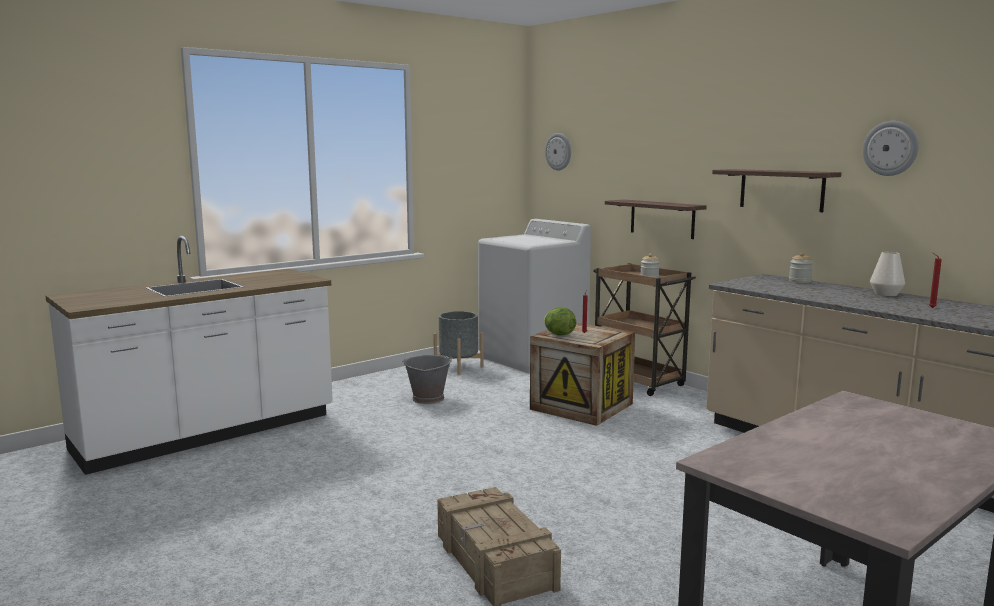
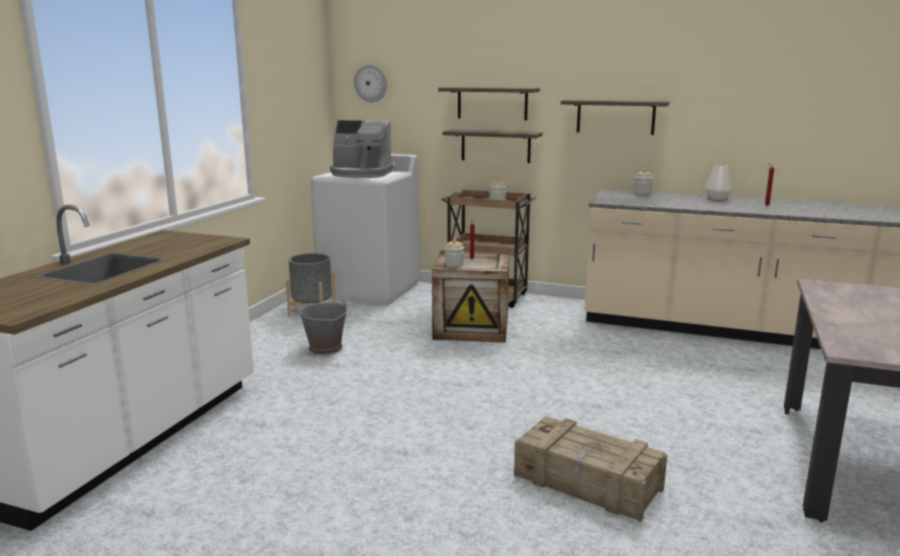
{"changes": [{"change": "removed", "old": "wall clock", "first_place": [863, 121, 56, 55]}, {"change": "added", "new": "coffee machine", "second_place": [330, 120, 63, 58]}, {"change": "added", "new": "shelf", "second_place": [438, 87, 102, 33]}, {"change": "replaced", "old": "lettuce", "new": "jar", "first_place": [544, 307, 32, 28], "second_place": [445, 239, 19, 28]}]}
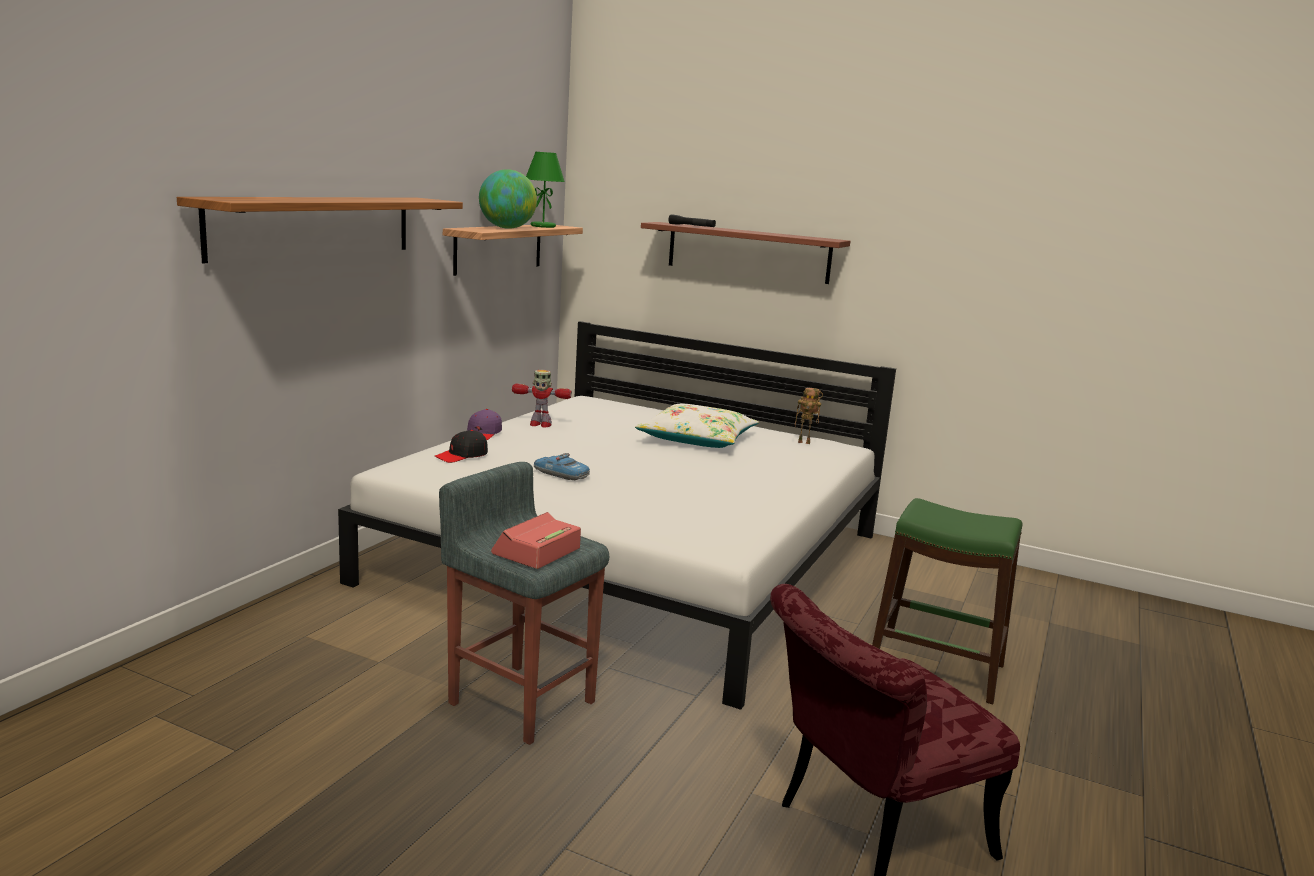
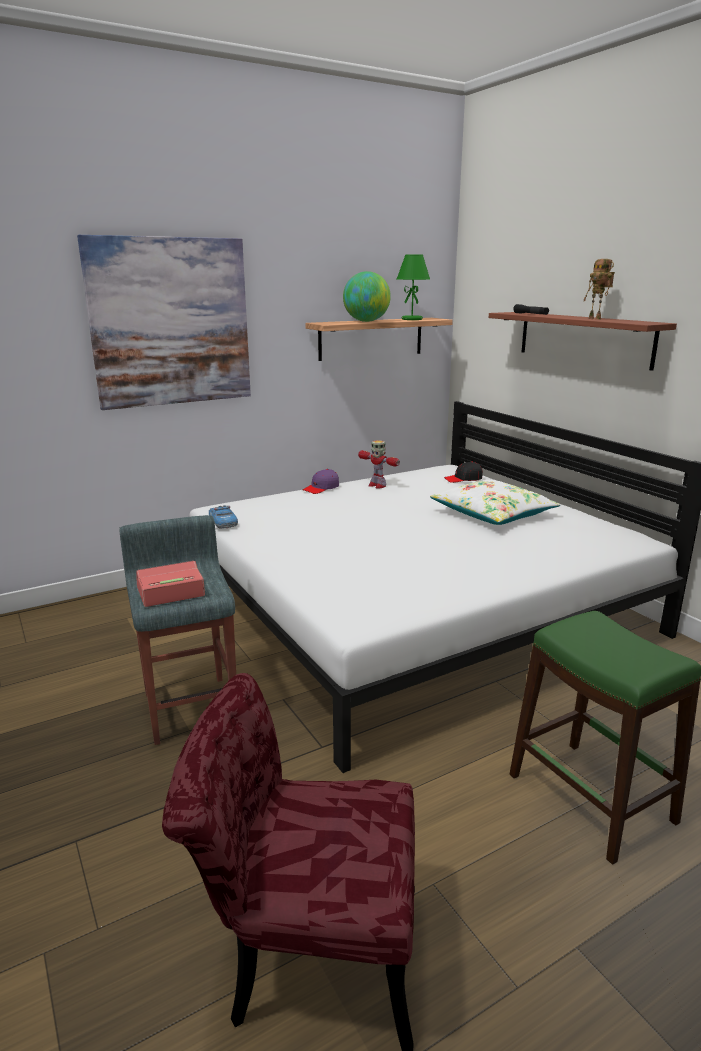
{"changes": [{"change": "moved", "old": "cap/black", "first_place": [435, 430, 53, 33], "second_place": [444, 462, 39, 21]}, {"change": "moved", "old": "toy car", "first_place": [534, 453, 56, 27], "second_place": [209, 505, 29, 24]}, {"change": "moved", "old": "toy robot", "first_place": [795, 388, 28, 56], "second_place": [584, 259, 31, 61]}, {"change": "replaced", "old": "shelf", "new": "picture", "first_place": [177, 197, 286, 66], "second_place": [77, 235, 174, 175]}]}
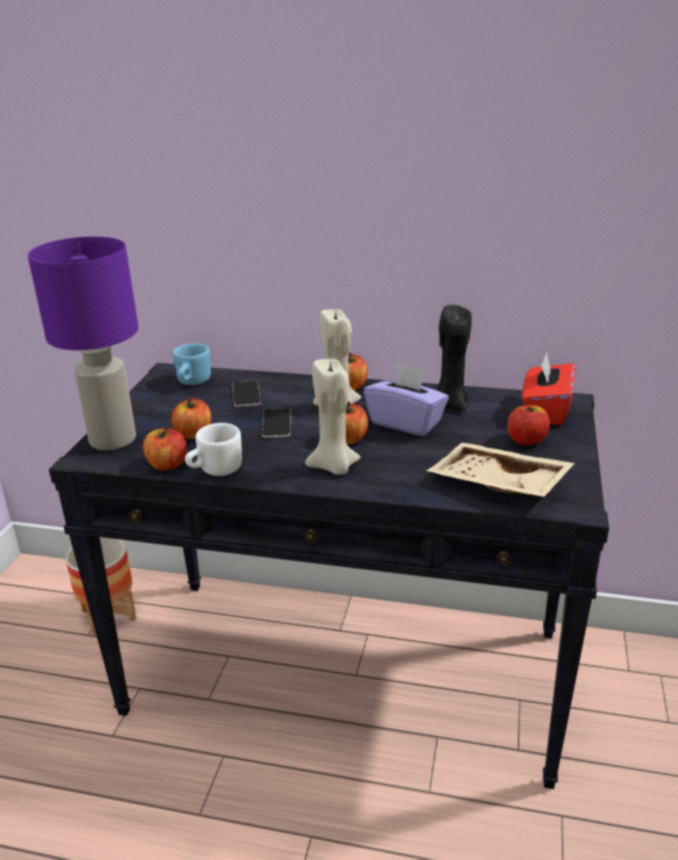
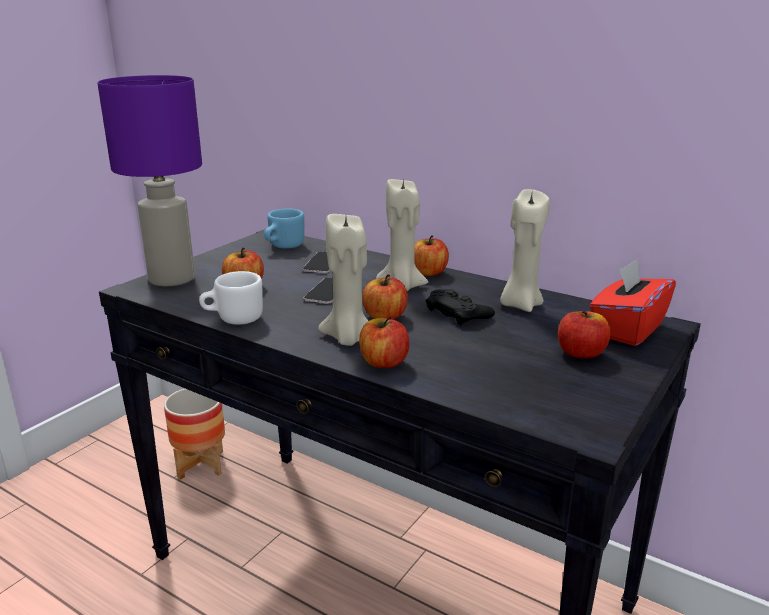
{"changes": [{"change": "removed", "old": "tray/beige", "first_place": [427, 443, 148, 54]}, {"change": "moved", "old": "apple", "first_place": [143, 427, 44, 43], "second_place": [359, 316, 50, 52]}, {"change": "replaced", "old": "tissue box/purple", "new": "game controller/black", "first_place": [364, 364, 85, 72], "second_place": [426, 289, 69, 36]}, {"change": "recoloured", "old": "candle/black", "new": "candle/beige", "first_place": [437, 305, 35, 106], "second_place": [500, 189, 50, 123]}]}
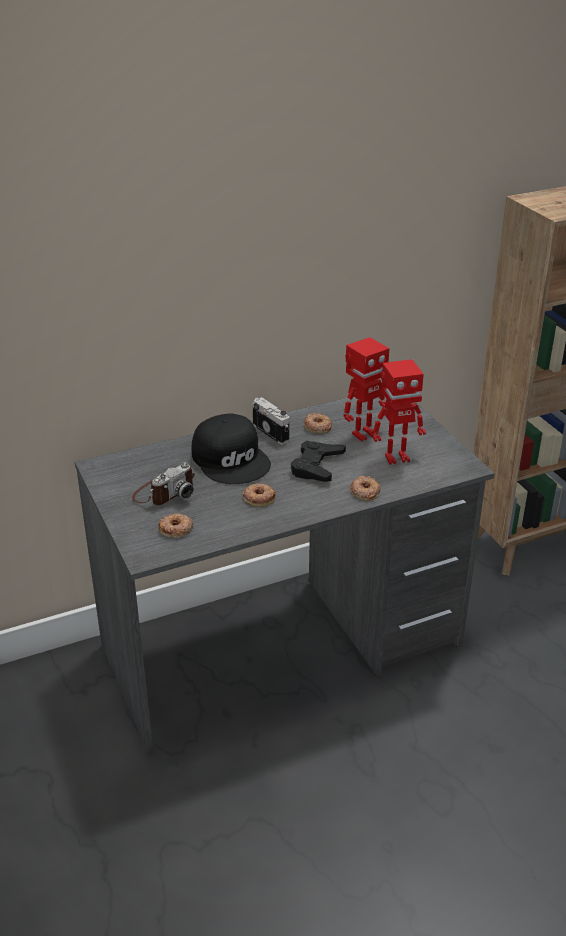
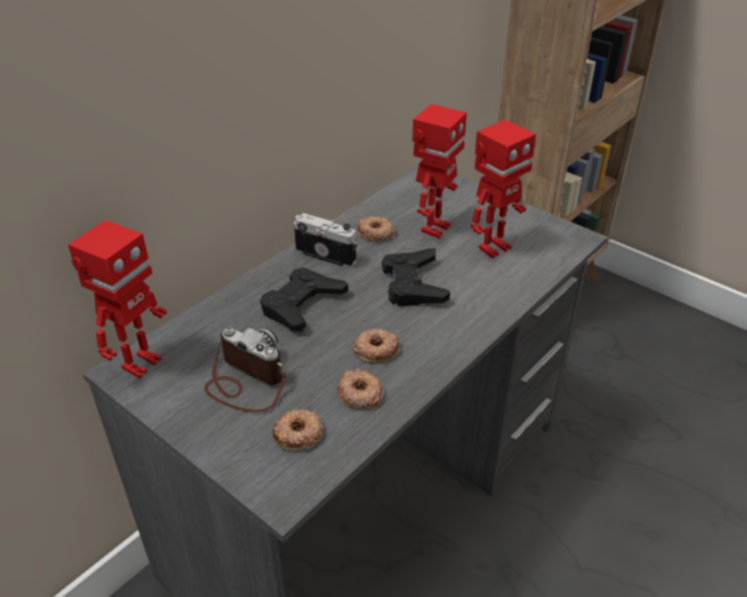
{"changes": [{"change": "added", "new": "toy robot", "second_place": [68, 220, 99, 159]}, {"change": "moved", "old": "donut", "first_place": [350, 476, 31, 25], "second_place": [337, 369, 46, 41]}, {"change": "replaced", "old": "cap/black", "new": "game controller/black", "first_place": [191, 413, 80, 71], "second_place": [260, 267, 88, 65]}, {"change": "turned", "old": "photo camera", "first_place": [132, 463, 63, 42], "second_place": [204, 327, 83, 85], "degrees": -75}]}
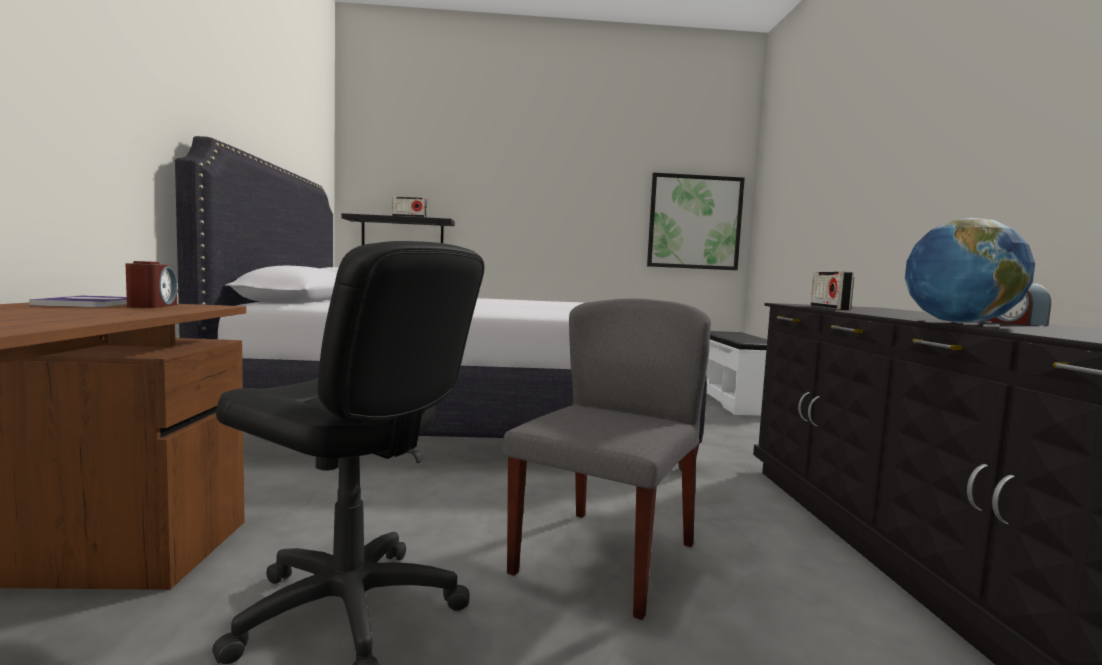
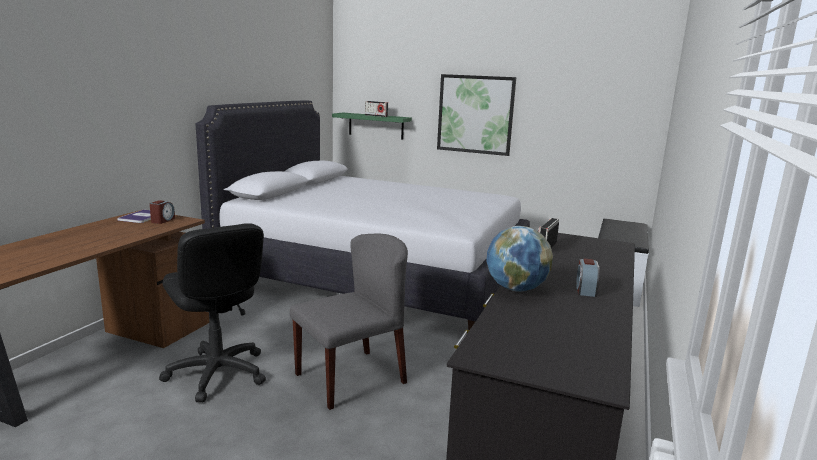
{"changes": [{"change": "moved", "old": "picture", "first_place": [647, 173, 98, 97], "second_place": [437, 74, 79, 82]}, {"change": "recoloured", "old": "shelf/black", "new": "shelf/green", "first_place": [342, 213, 113, 32], "second_place": [332, 113, 80, 26]}]}
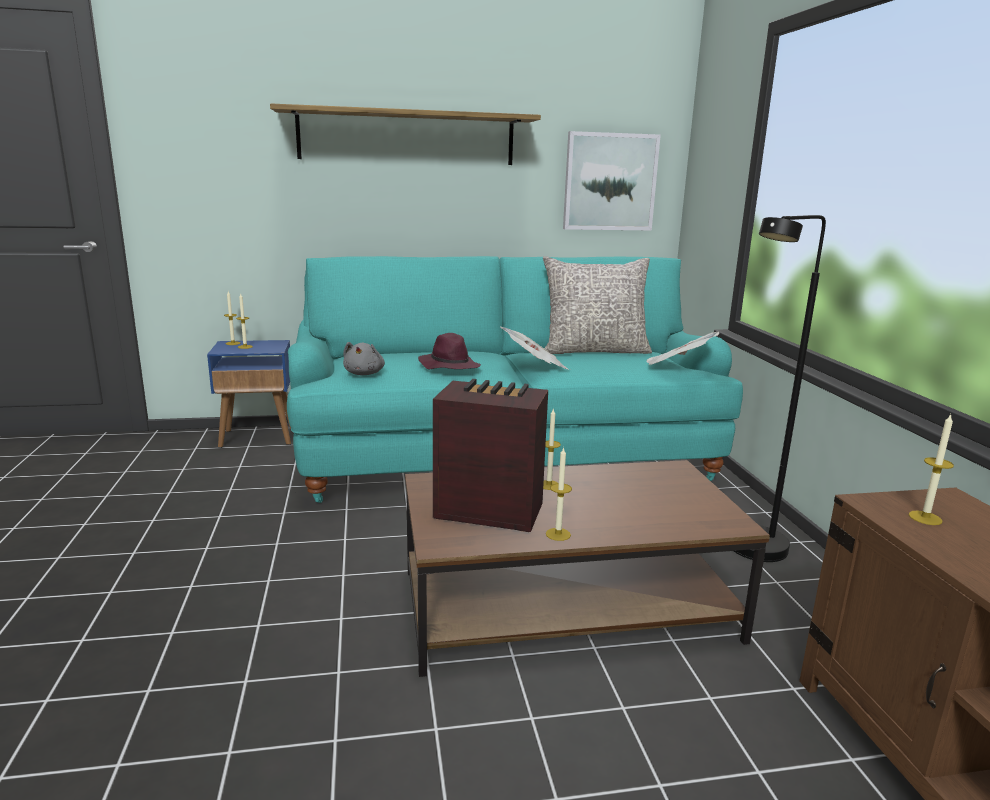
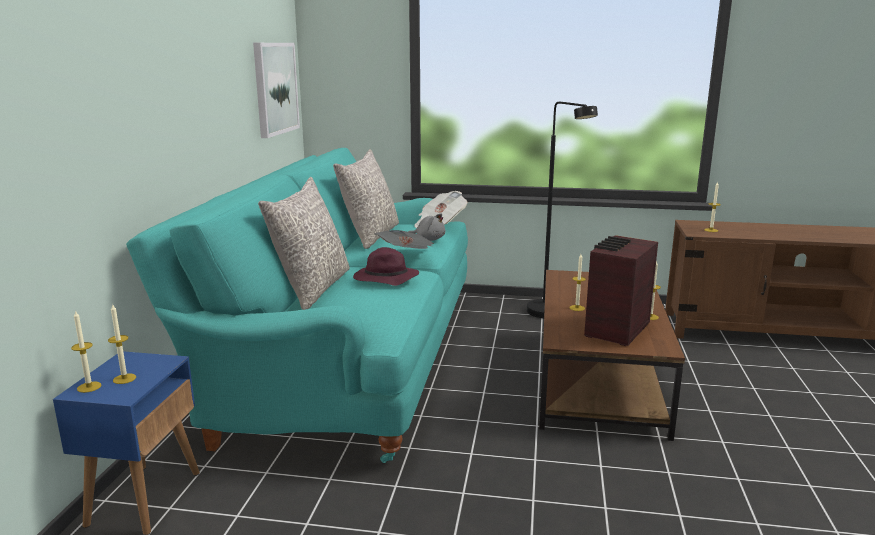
{"changes": [{"change": "removed", "old": "shelf", "first_place": [270, 103, 271, 62]}, {"change": "added", "new": "pillow/grey", "second_place": [258, 177, 92, 133]}, {"change": "moved", "old": "plush toy/grey", "first_place": [343, 342, 42, 33], "second_place": [408, 213, 37, 28]}]}
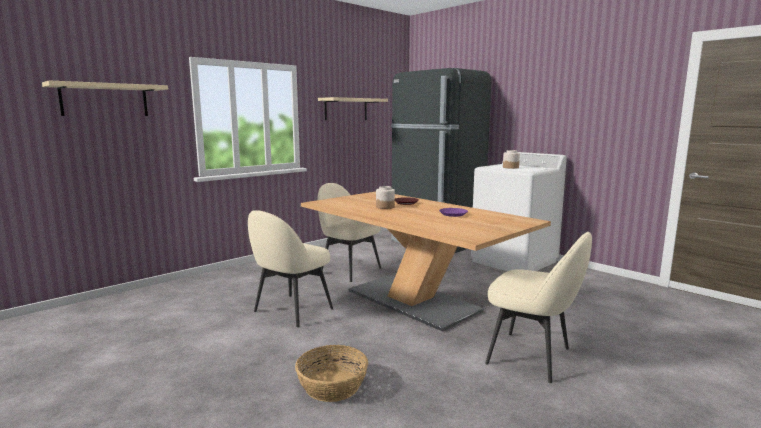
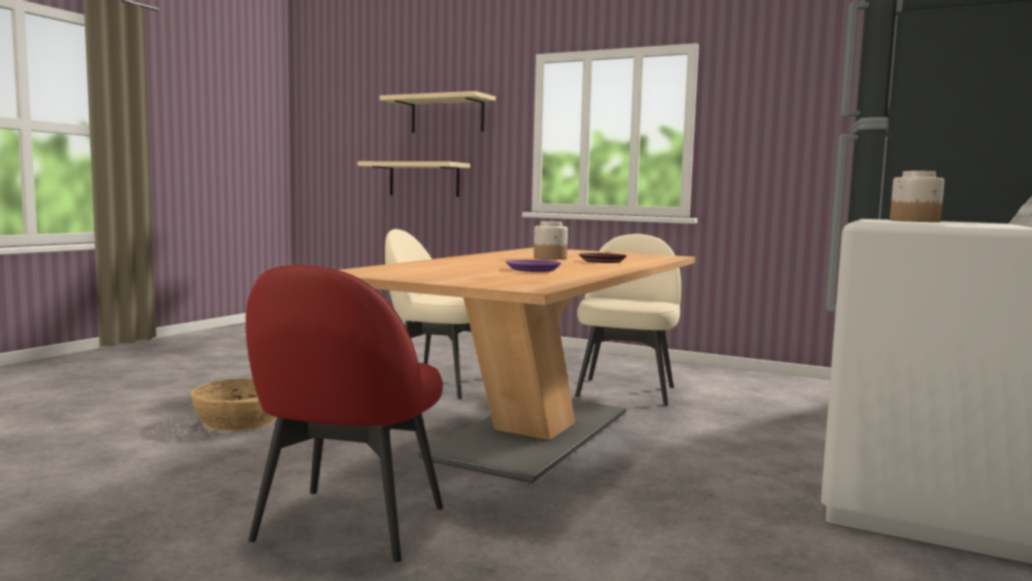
{"changes": [{"change": "moved", "old": "shelf/beige", "first_place": [318, 97, 70, 23], "second_place": [358, 161, 112, 36]}, {"change": "recoloured", "old": "chair/beige", "new": "chair/red", "first_place": [485, 232, 107, 151], "second_place": [246, 265, 197, 297]}]}
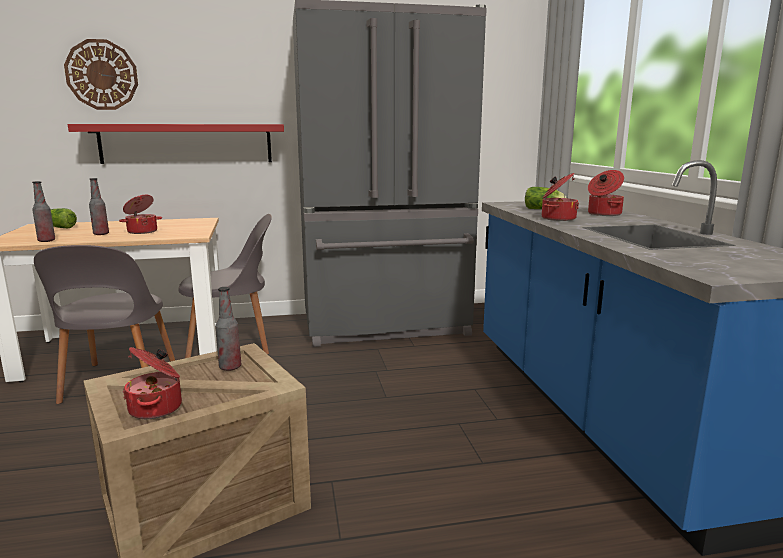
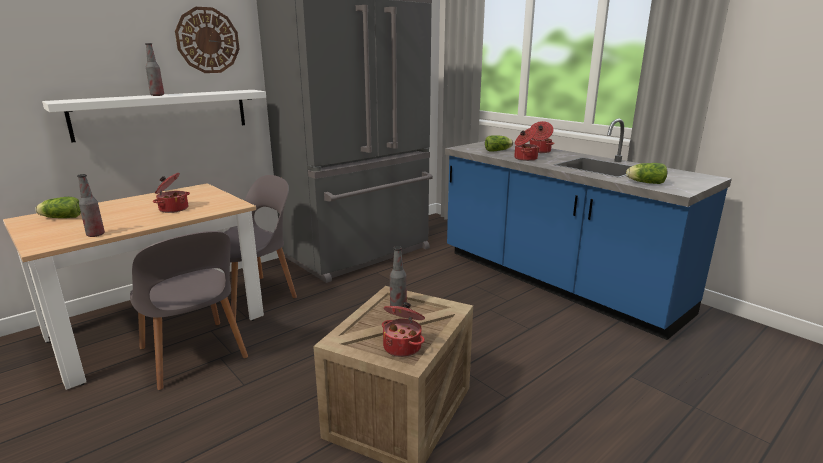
{"changes": [{"change": "added", "new": "lettuce", "second_place": [626, 163, 41, 21]}, {"change": "moved", "old": "wall clock", "first_place": [64, 39, 74, 71], "second_place": [175, 7, 65, 66]}, {"change": "moved", "old": "bottle", "first_place": [89, 178, 20, 57], "second_place": [145, 43, 19, 53]}, {"change": "recoloured", "old": "shelf/red", "new": "shelf/white", "first_place": [68, 124, 216, 40], "second_place": [42, 90, 224, 52]}]}
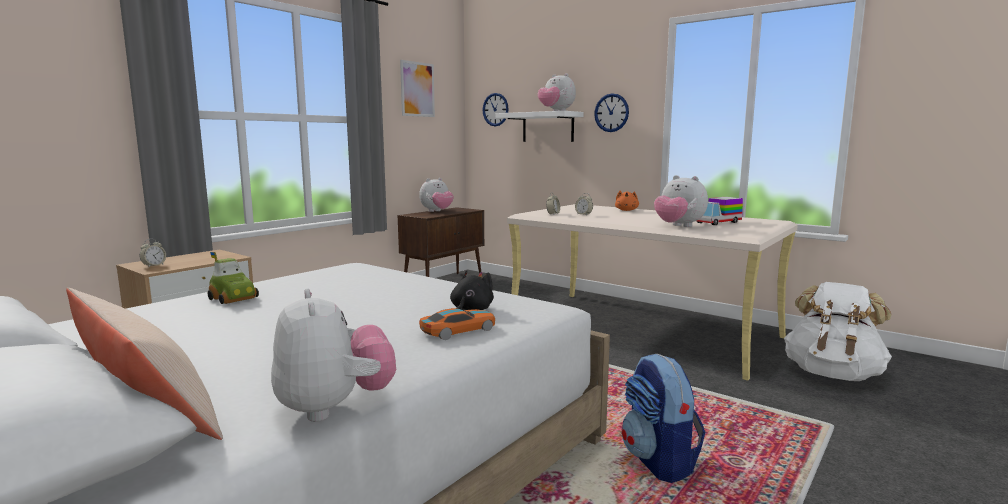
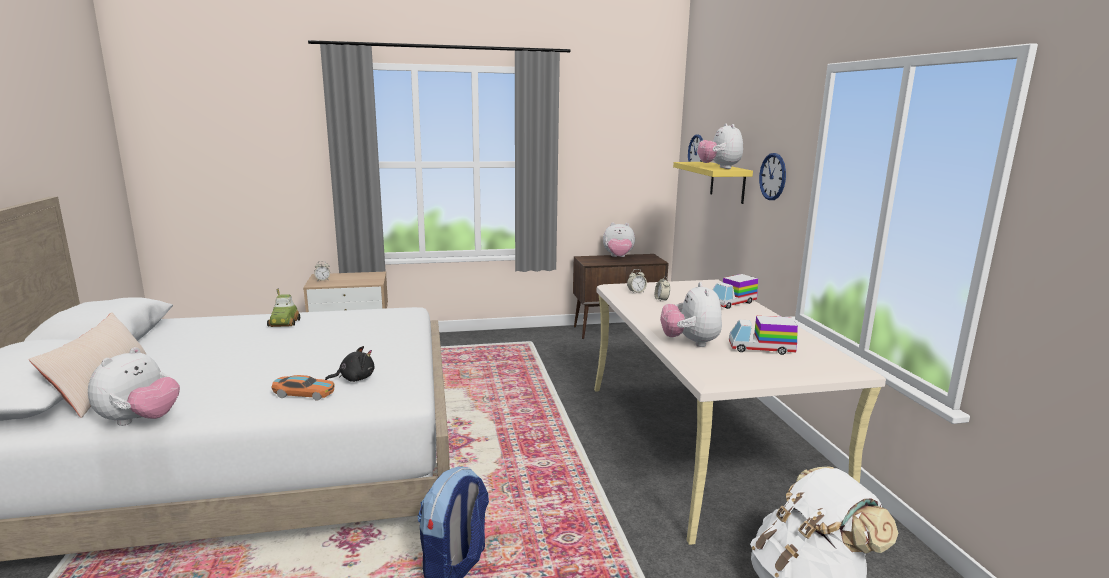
{"changes": [{"change": "removed", "old": "picture", "first_place": [400, 60, 35, 57]}, {"change": "replaced", "old": "plush toy/orange", "new": "toy truck", "first_place": [615, 191, 24, 20], "second_place": [712, 274, 46, 35]}, {"change": "recoloured", "old": "shelf/white", "new": "shelf/yellow", "first_place": [495, 111, 89, 31], "second_place": [673, 162, 80, 42]}]}
